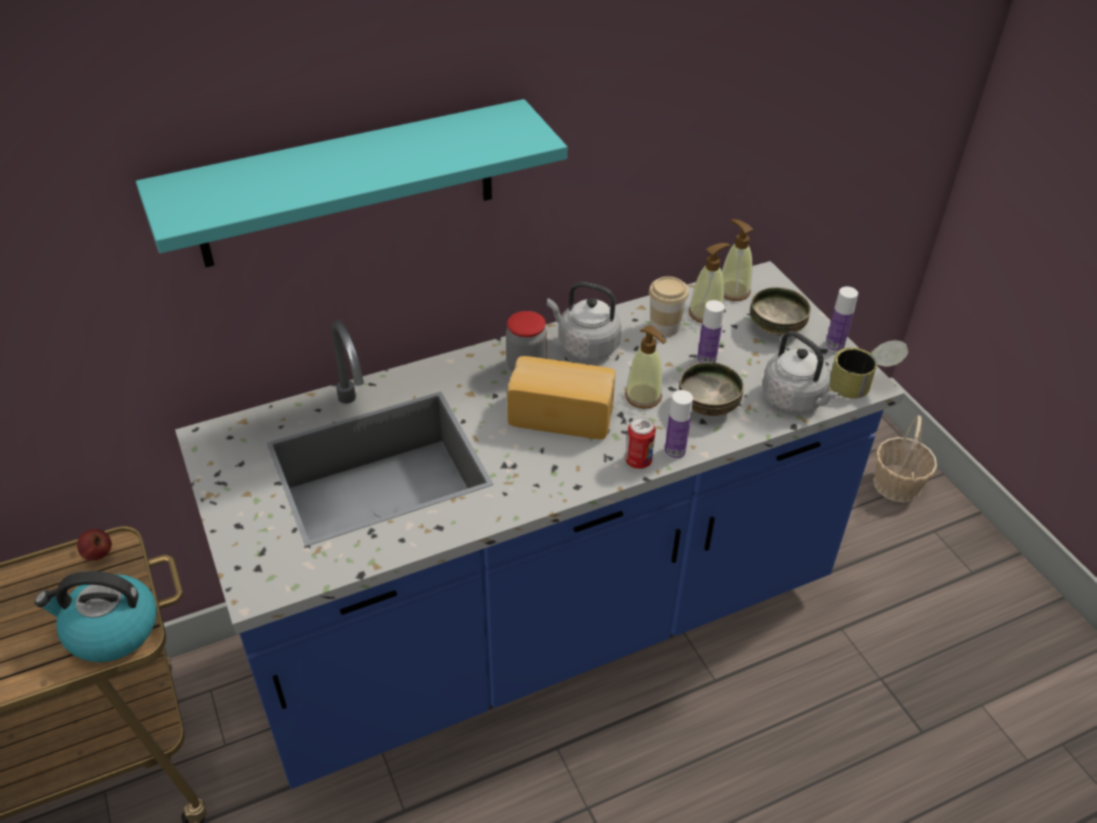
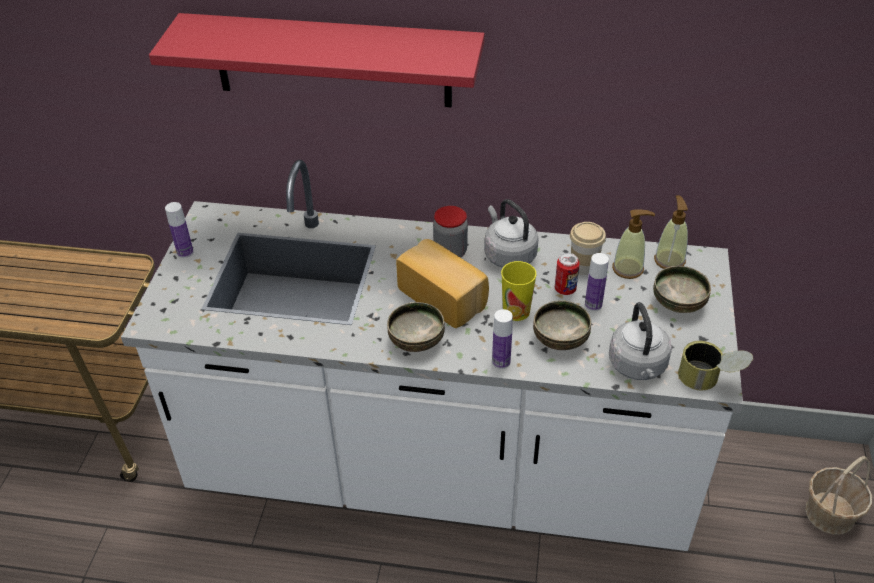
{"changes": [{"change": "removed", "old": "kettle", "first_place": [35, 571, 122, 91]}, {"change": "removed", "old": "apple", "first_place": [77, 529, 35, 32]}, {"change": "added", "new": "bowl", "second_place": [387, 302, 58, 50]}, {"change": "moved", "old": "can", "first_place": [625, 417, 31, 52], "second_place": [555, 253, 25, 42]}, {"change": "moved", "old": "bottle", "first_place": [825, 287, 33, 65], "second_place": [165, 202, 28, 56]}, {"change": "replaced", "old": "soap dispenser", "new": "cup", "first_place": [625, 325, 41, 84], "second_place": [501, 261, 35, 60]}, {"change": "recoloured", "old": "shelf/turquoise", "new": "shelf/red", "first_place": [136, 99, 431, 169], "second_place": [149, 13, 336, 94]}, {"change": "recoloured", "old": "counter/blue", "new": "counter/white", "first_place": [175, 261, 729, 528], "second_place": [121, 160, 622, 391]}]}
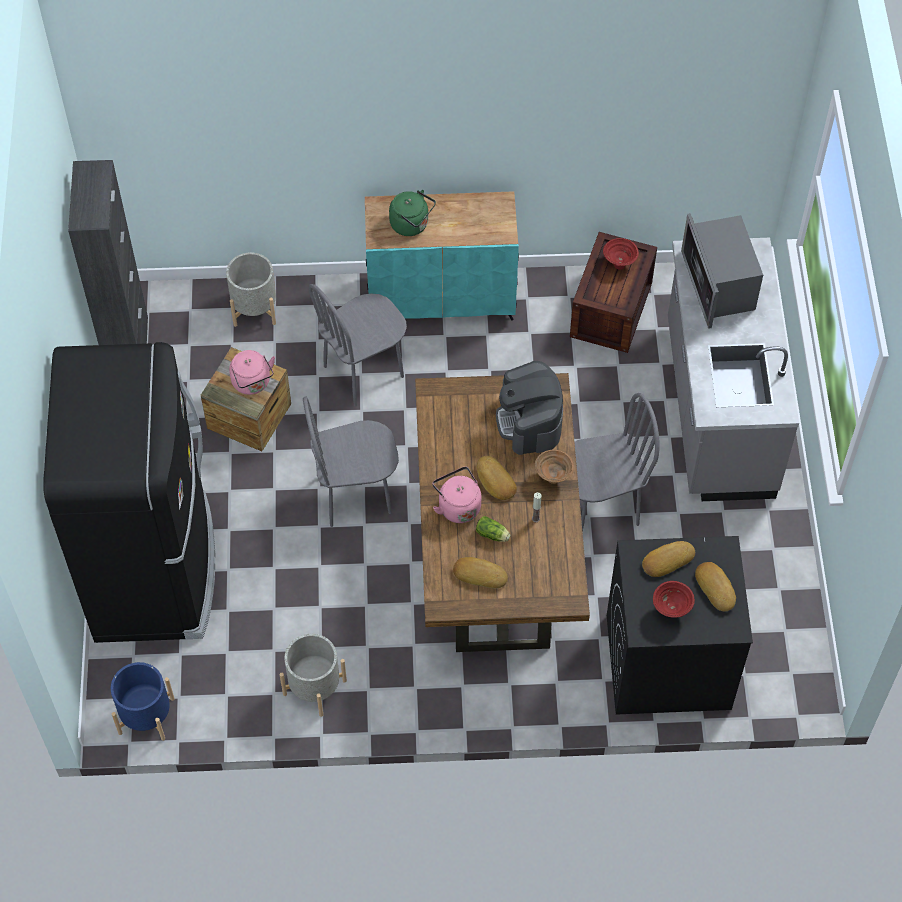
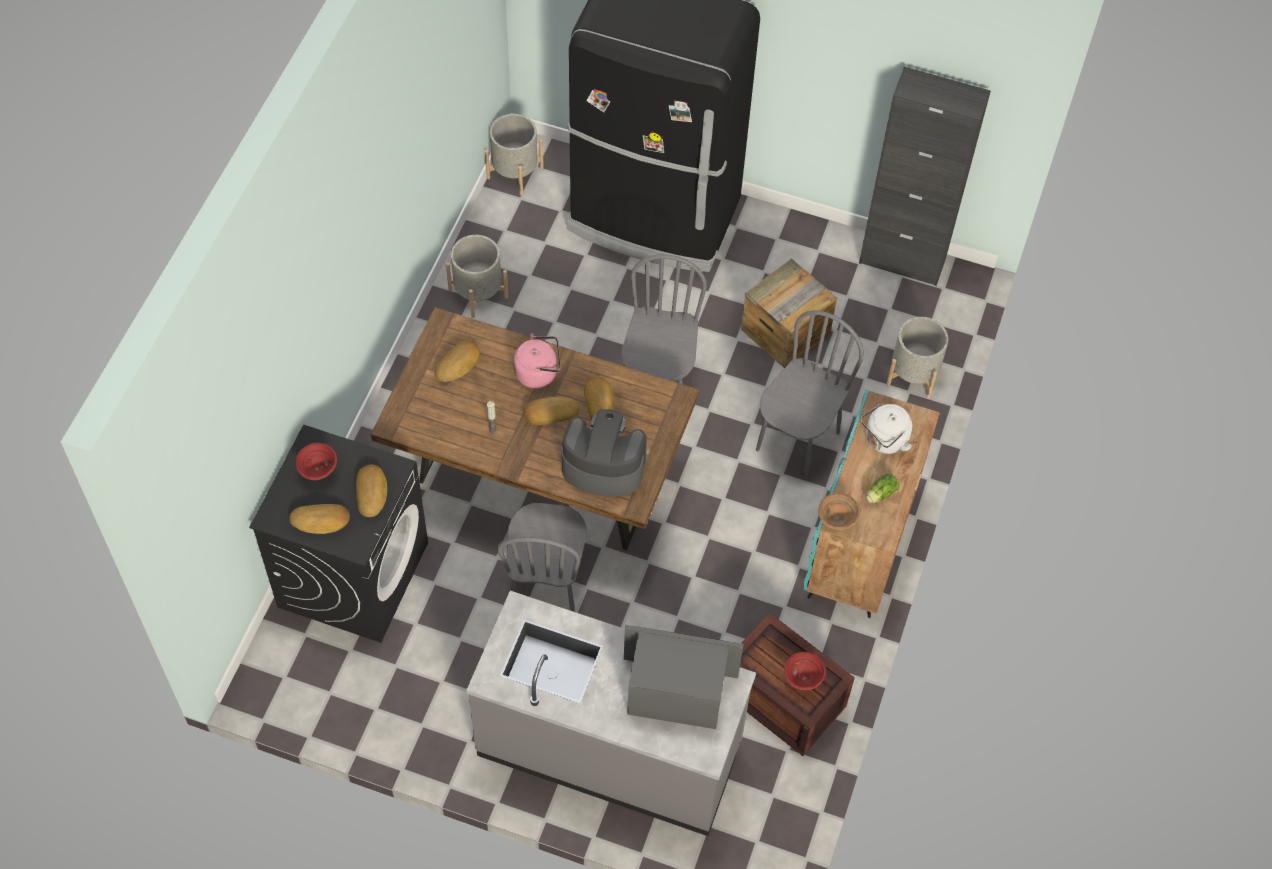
{"changes": [{"change": "removed", "old": "kettle/pink", "first_place": [229, 350, 46, 45]}, {"change": "added", "new": "bread", "second_place": [584, 377, 31, 43]}, {"change": "moved", "old": "lettuce", "first_place": [476, 516, 34, 26], "second_place": [866, 474, 34, 29]}, {"change": "moved", "old": "bowl/brown", "first_place": [535, 450, 39, 34], "second_place": [818, 493, 42, 37]}, {"change": "recoloured", "old": "planter/blue", "new": "planter/grey", "first_place": [111, 662, 64, 79], "second_place": [485, 114, 59, 81]}, {"change": "recoloured", "old": "kettle/green", "new": "kettle/white", "first_place": [389, 190, 47, 46], "second_place": [861, 404, 51, 50]}, {"change": "turned", "old": "chair/grey", "first_place": [308, 284, 99, 123], "second_place": [756, 310, 108, 168], "degrees": 45}]}
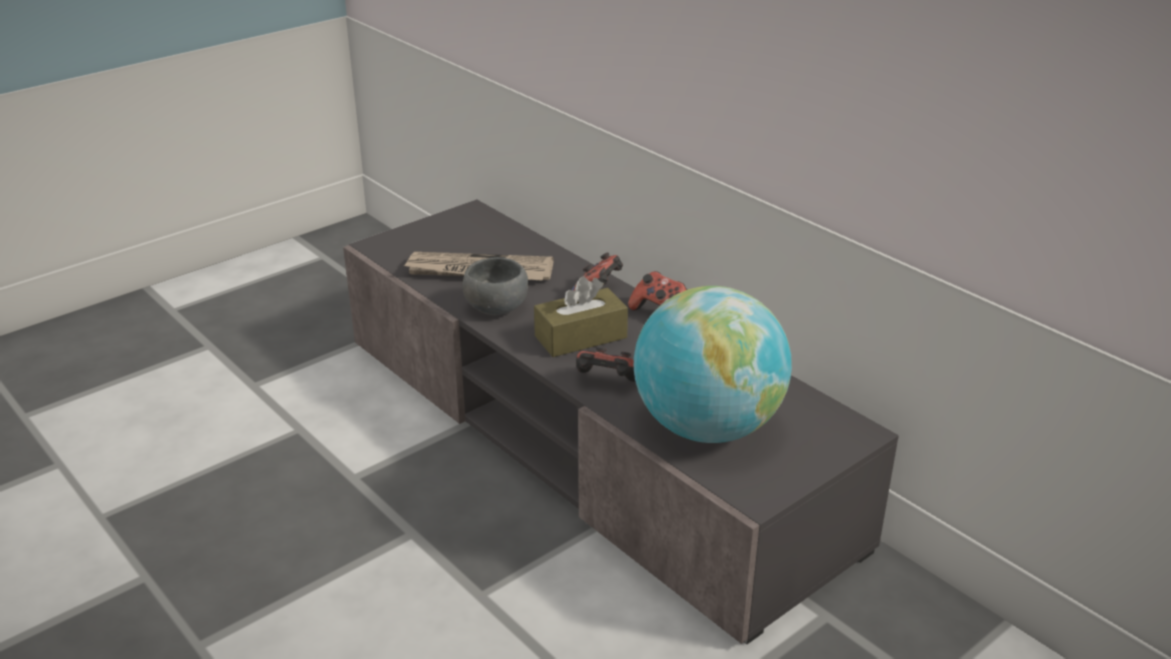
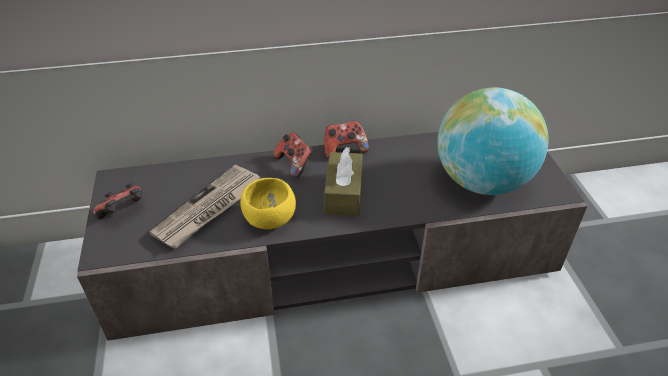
{"changes": [{"change": "moved", "old": "game controller", "first_place": [576, 347, 60, 35], "second_place": [93, 182, 49, 37]}, {"change": "recoloured", "old": "bowl/grey", "new": "bowl/yellow", "first_place": [462, 257, 66, 58], "second_place": [240, 178, 56, 51]}]}
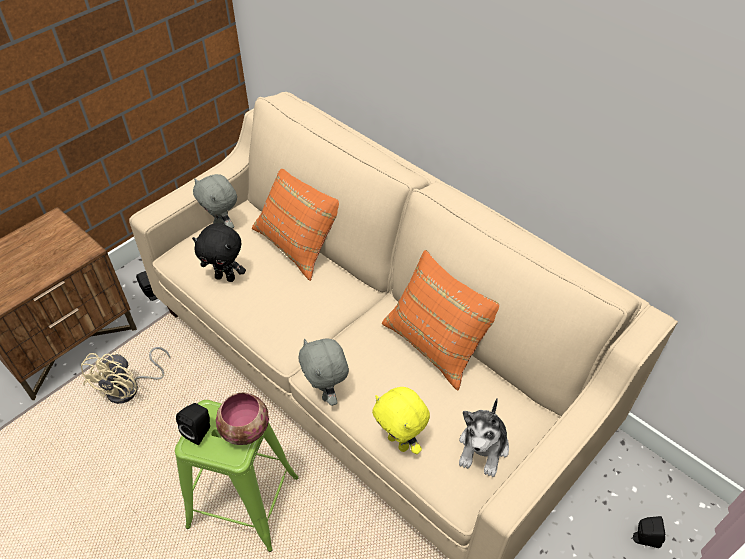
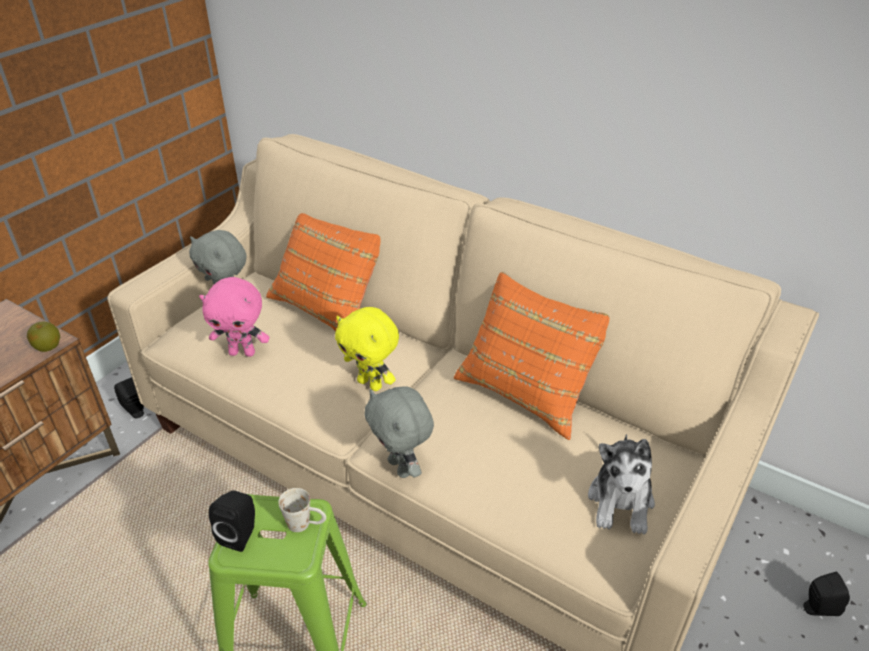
{"changes": [{"change": "removed", "old": "fan/beige", "first_place": [81, 347, 89, 57]}, {"change": "added", "new": "apple", "second_place": [27, 322, 33, 30]}, {"change": "moved", "old": "plush toy/yellow", "first_place": [372, 387, 58, 67], "second_place": [335, 307, 64, 84]}, {"change": "replaced", "old": "bowl", "new": "mug/white", "first_place": [216, 392, 53, 53], "second_place": [278, 488, 48, 44]}, {"change": "recoloured", "old": "plush toy/black", "new": "plush toy/pink", "first_place": [192, 223, 54, 59], "second_place": [199, 277, 71, 80]}]}
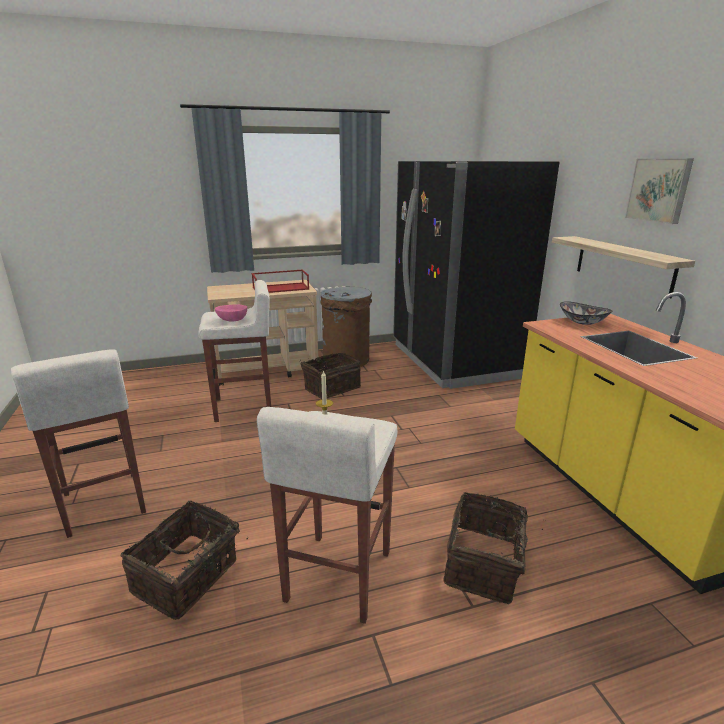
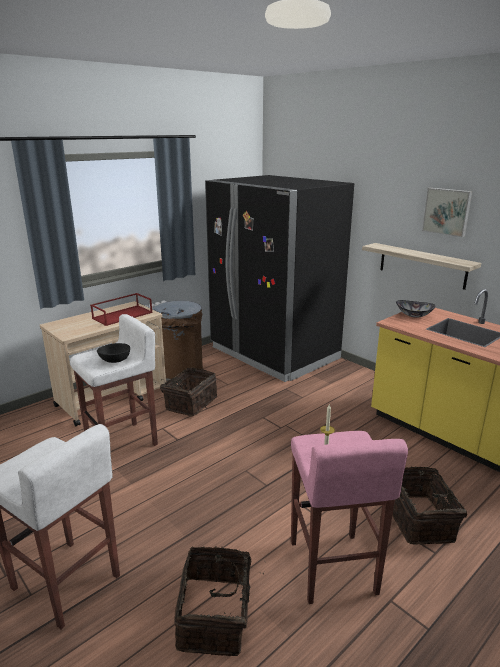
{"changes": [{"change": "recoloured", "old": "bowl/pink", "new": "bowl/black", "first_place": [215, 304, 32, 17], "second_place": [97, 343, 33, 20]}, {"change": "recoloured", "old": "stool/white", "new": "stool/pink", "first_place": [257, 407, 140, 217], "second_place": [291, 431, 117, 173]}]}
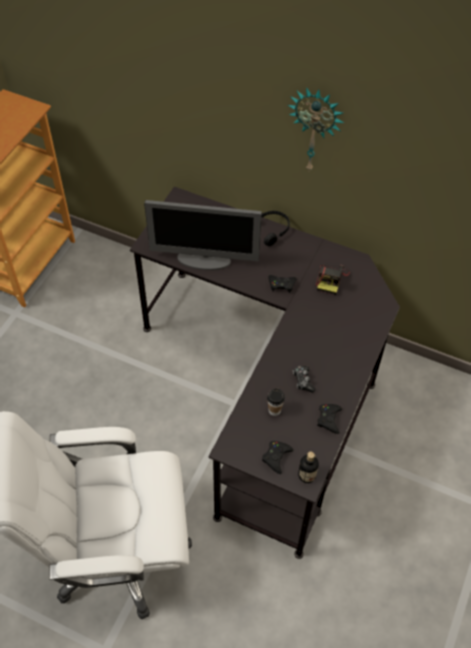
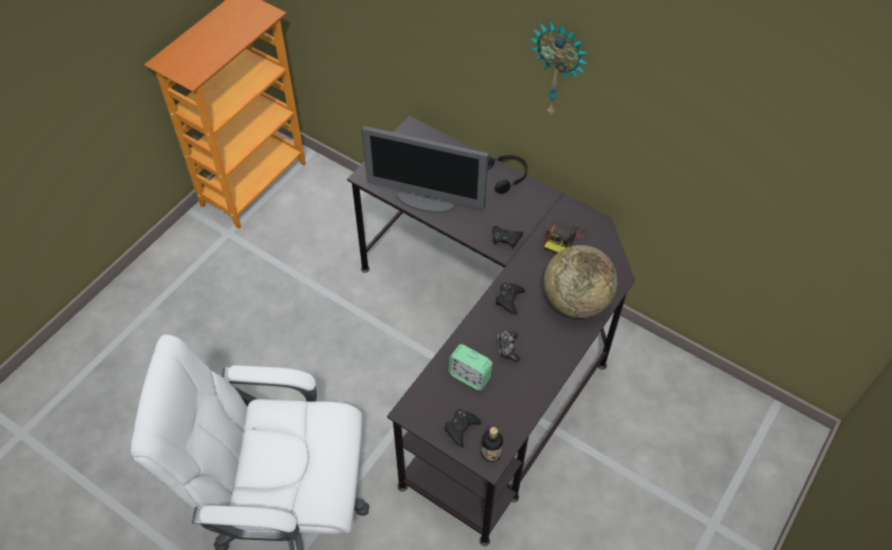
{"changes": [{"change": "added", "new": "globe", "second_place": [544, 245, 74, 73]}, {"change": "moved", "old": "game controller/black", "first_place": [317, 404, 25, 30], "second_place": [495, 283, 30, 32]}, {"change": "replaced", "old": "cup", "new": "alarm clock", "first_place": [267, 389, 18, 27], "second_place": [448, 344, 45, 47]}]}
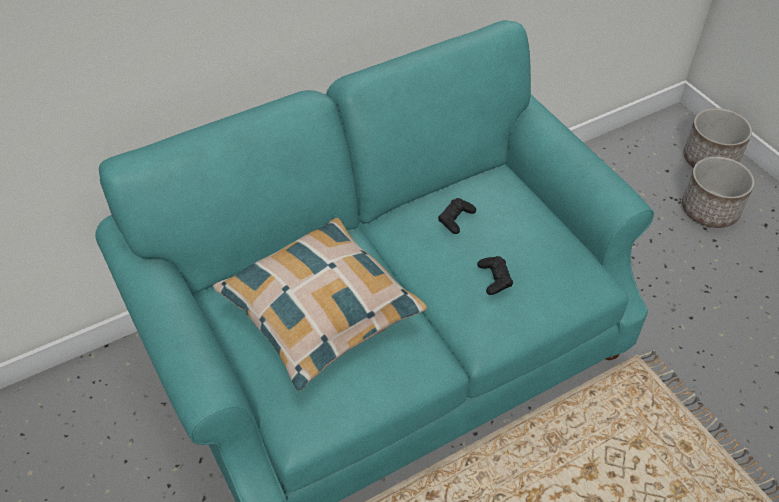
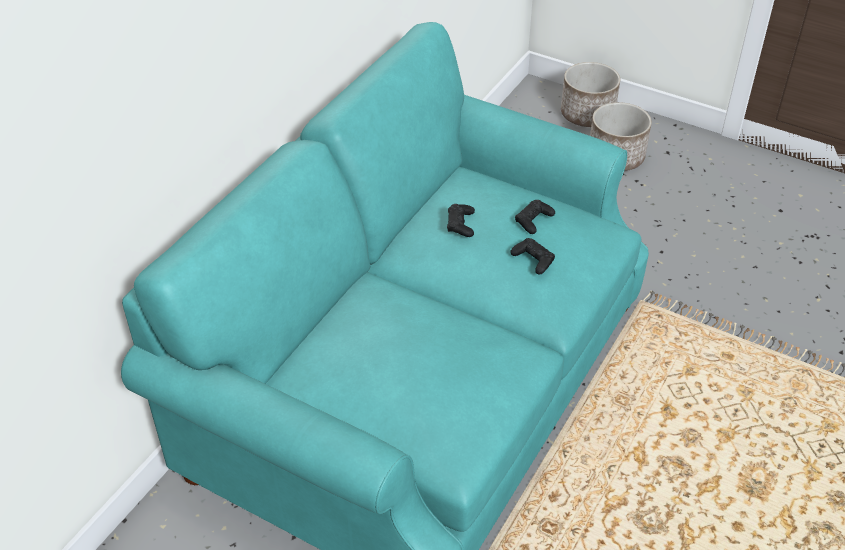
{"changes": [{"change": "removed", "old": "pillow", "first_place": [213, 218, 214, 173]}, {"change": "added", "new": "game controller/black", "second_place": [515, 200, 40, 34]}]}
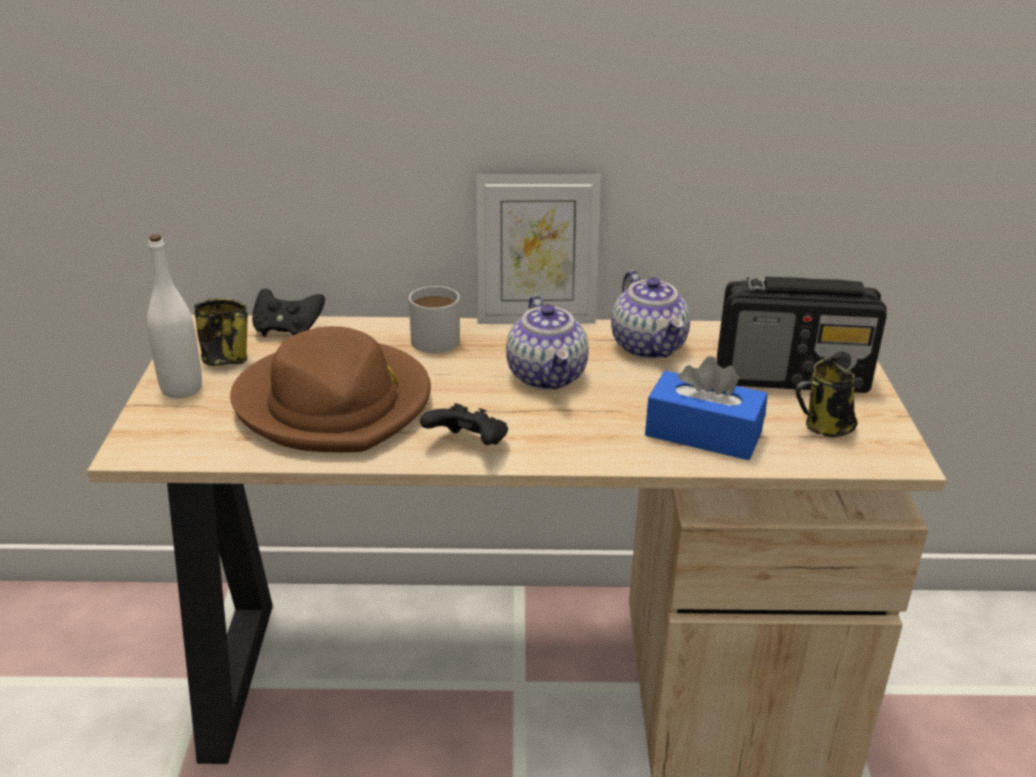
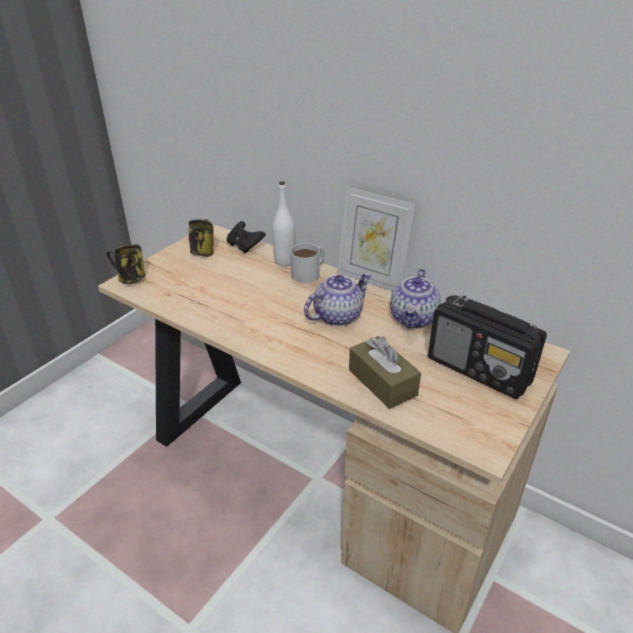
{"changes": [{"change": "removed", "old": "hat/brown", "first_place": [230, 326, 201, 126]}, {"change": "removed", "old": "game controller/black", "first_place": [420, 403, 88, 42]}, {"change": "moved", "old": "bottle/white", "first_place": [147, 234, 55, 164], "second_place": [272, 181, 24, 85]}, {"change": "moved", "old": "mug", "first_place": [795, 357, 63, 80], "second_place": [107, 244, 39, 40]}, {"change": "recoloured", "old": "tissue box/blue", "new": "tissue box/brown", "first_place": [645, 356, 123, 104], "second_place": [349, 336, 72, 73]}, {"change": "turned", "old": "teapot", "first_place": [506, 295, 83, 95], "second_place": [304, 272, 68, 54], "degrees": -150}]}
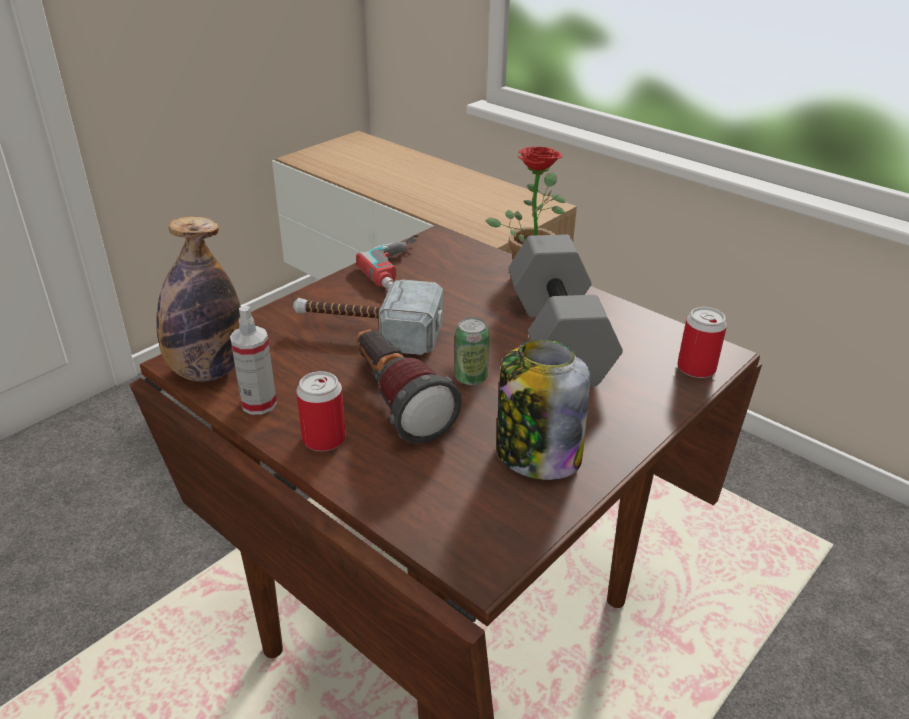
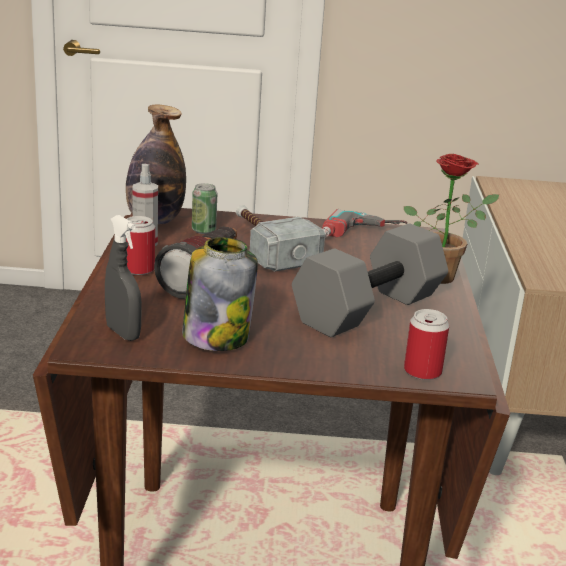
{"changes": [{"change": "added", "new": "spray bottle/grey", "second_place": [105, 215, 37, 126]}, {"change": "moved", "old": "can", "first_place": [454, 317, 36, 68], "second_place": [192, 183, 25, 51]}]}
